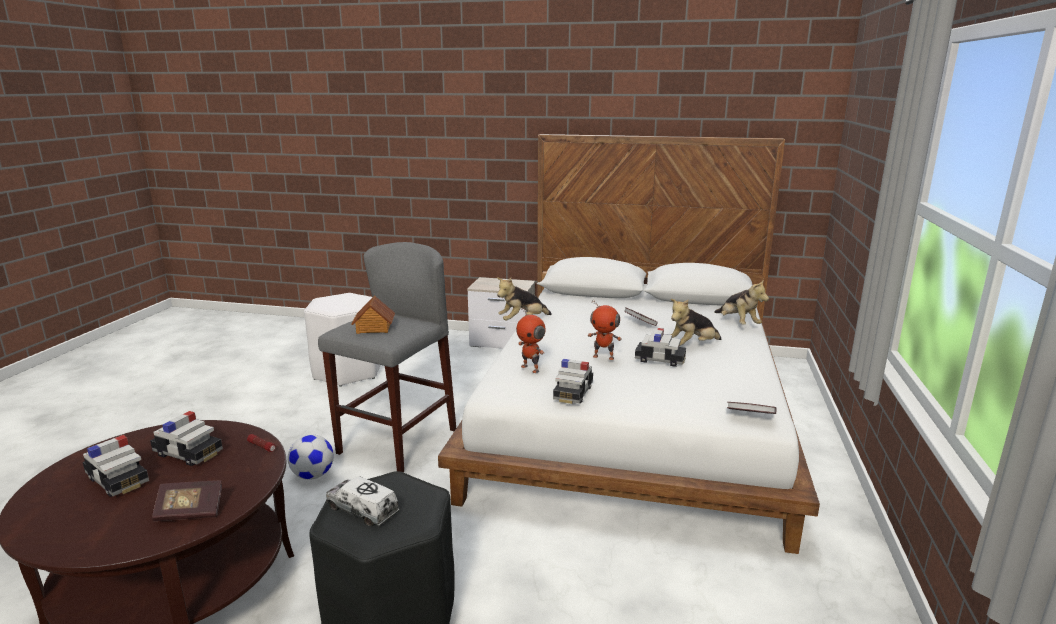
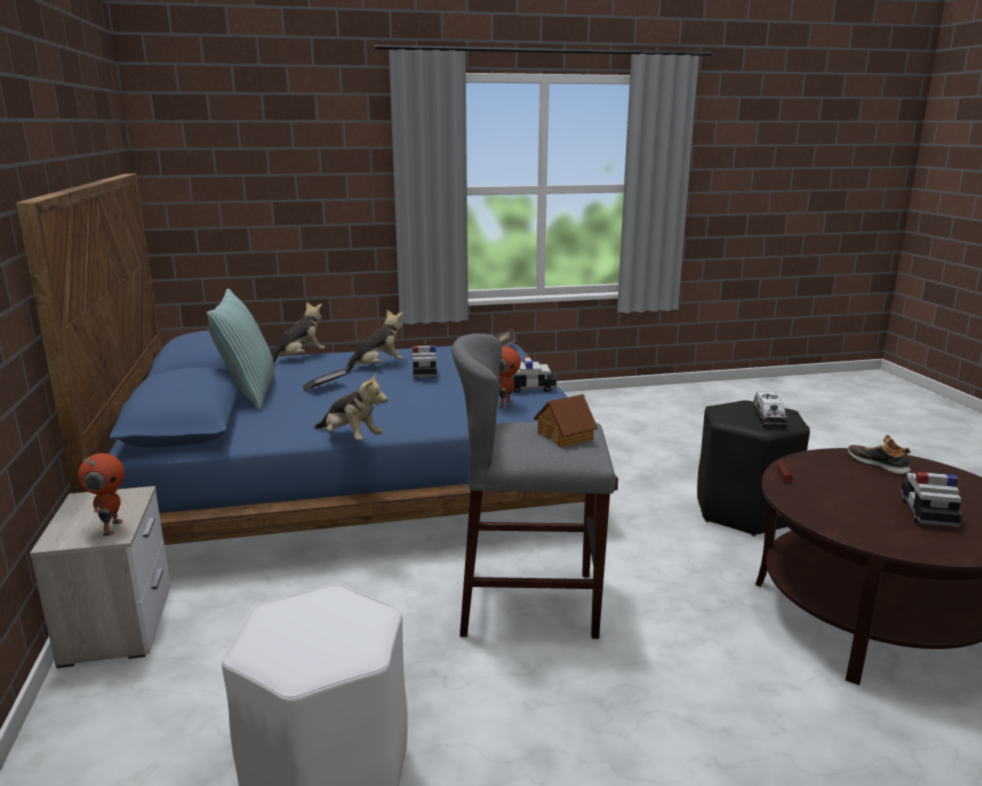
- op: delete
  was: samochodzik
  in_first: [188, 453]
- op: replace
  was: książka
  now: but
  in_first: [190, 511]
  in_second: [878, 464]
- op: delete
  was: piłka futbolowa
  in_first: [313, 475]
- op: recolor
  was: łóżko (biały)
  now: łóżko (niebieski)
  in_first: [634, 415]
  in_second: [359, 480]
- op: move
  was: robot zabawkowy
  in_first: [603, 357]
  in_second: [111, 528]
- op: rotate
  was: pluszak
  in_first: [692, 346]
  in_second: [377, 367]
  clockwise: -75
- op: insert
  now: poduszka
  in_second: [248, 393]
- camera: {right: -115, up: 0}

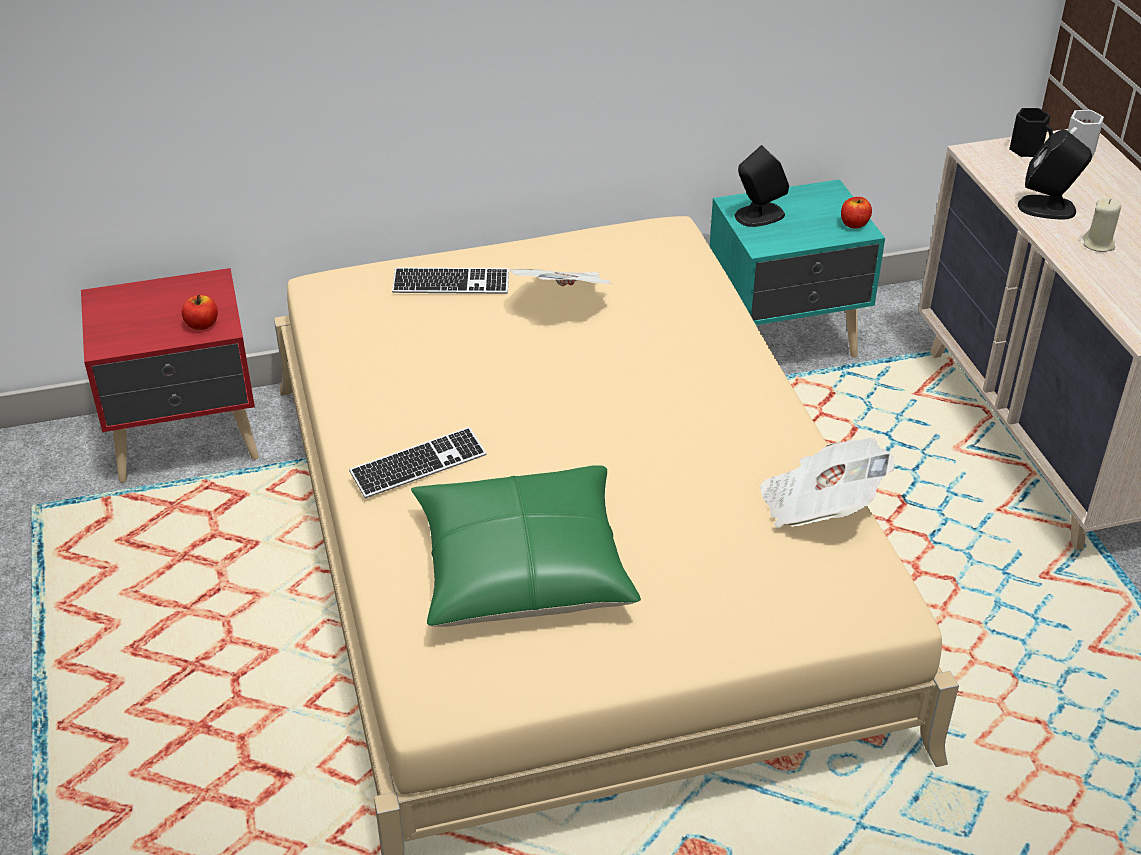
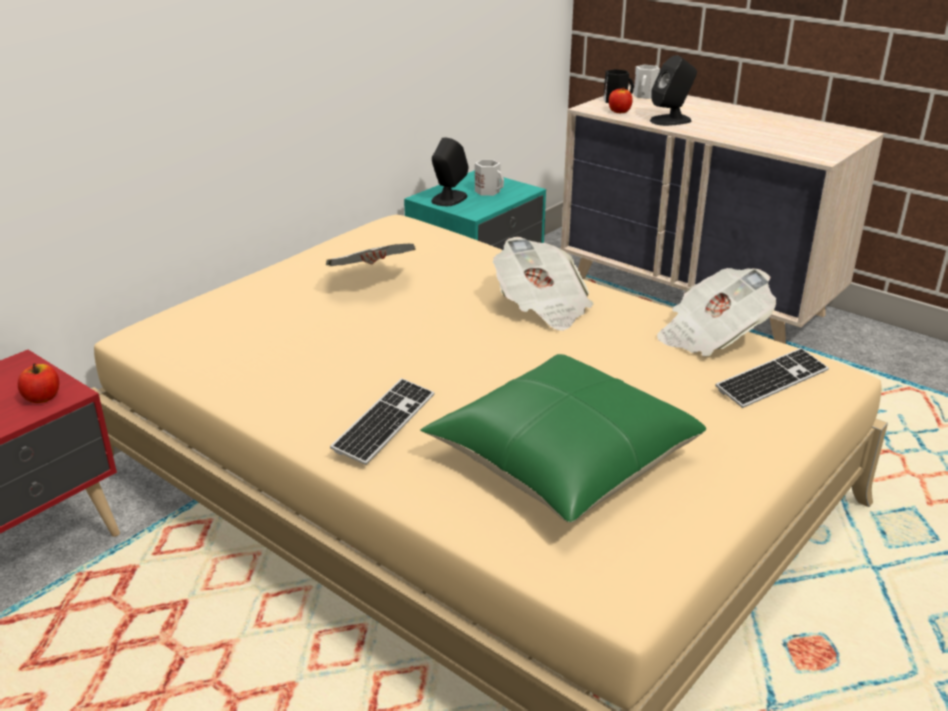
- op: move
  was: klawiatura
  in_first: [451, 284]
  in_second: [772, 380]
- op: move
  was: jabłko
  in_first: [854, 224]
  in_second: [619, 111]
- op: delete
  was: świeca (beżowy)
  in_first: [1099, 244]
- op: insert
  now: kubek (biały)
  in_second: [488, 191]
- op: insert
  now: gazeta
  in_second: [542, 307]
- camera: {right: -35, up: -10}

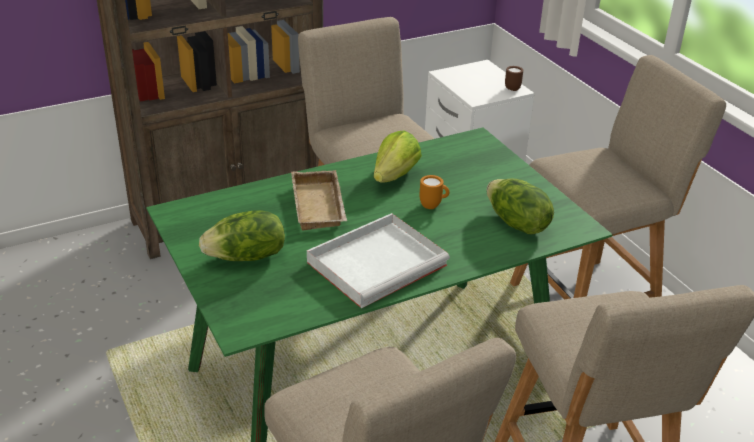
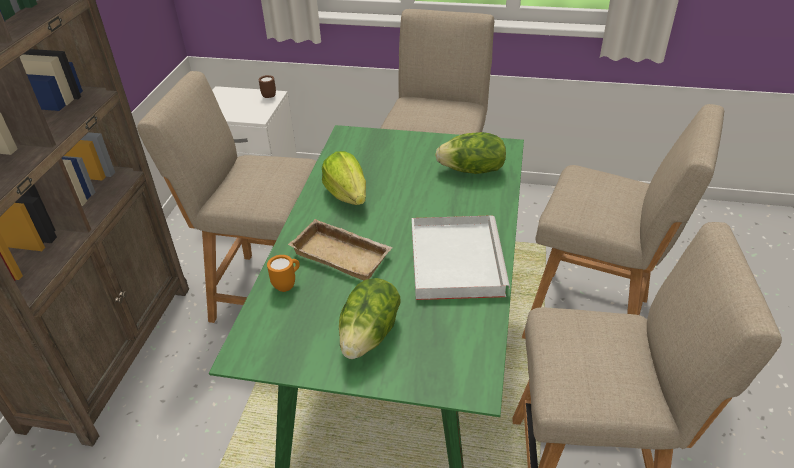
- op: move
  was: kubek (pomarańczowy)
  in_first: [433, 206]
  in_second: [287, 284]
- camera: {right: -50, up: 5}

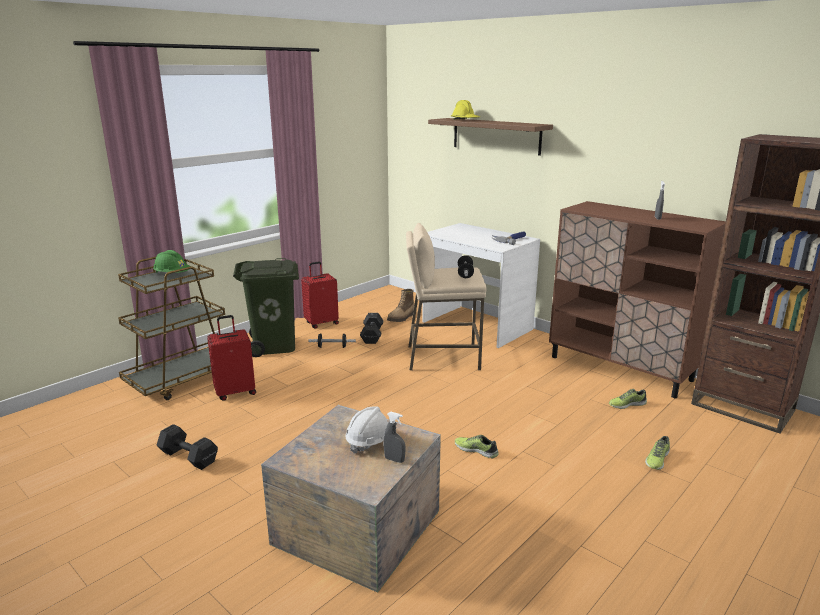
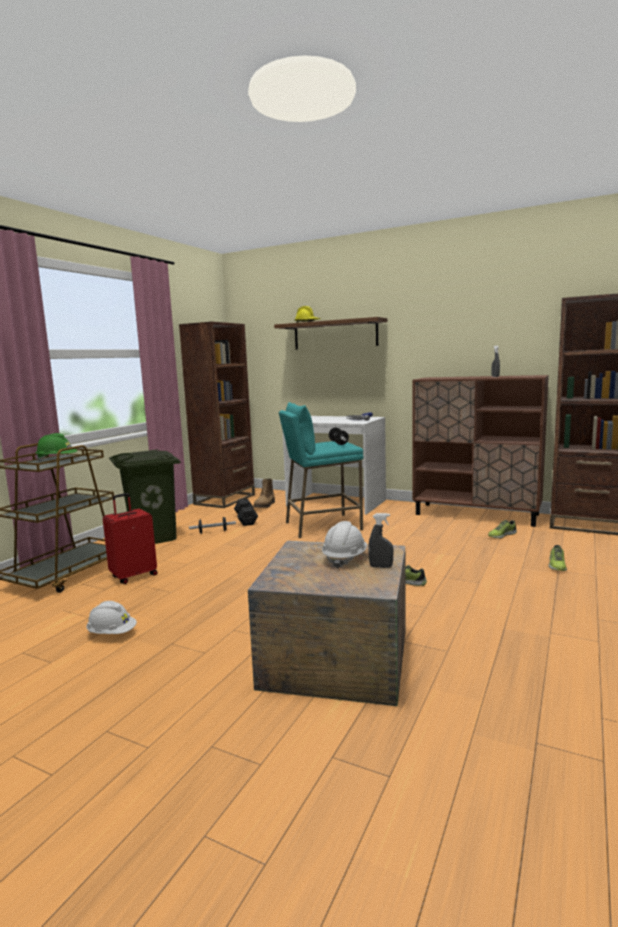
- op: replace
  was: hantel (czarny)
  now: kask (biały)
  in_first: [188, 456]
  in_second: [112, 634]
- op: delete
  was: walizka (czerwony)
  in_first: [321, 323]
- op: recolor
  was: stołek (beżowy)
  now: stołek (turkusowy)
  in_first: [442, 357]
  in_second: [322, 526]
- op: insert
  now: regał (brązowy)
  in_second: [225, 499]
- camera: {right: -15, up: -10}

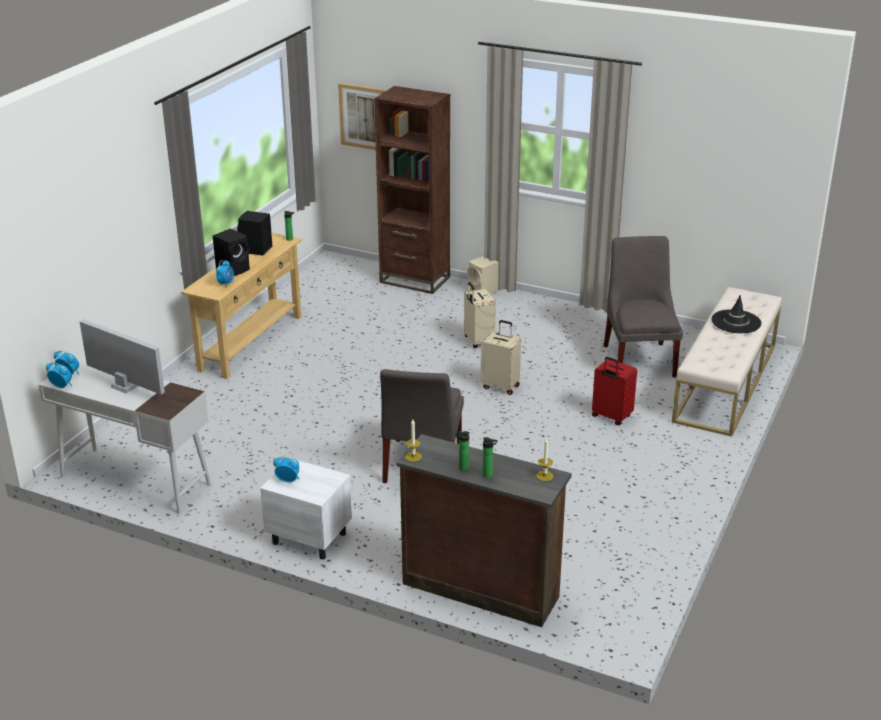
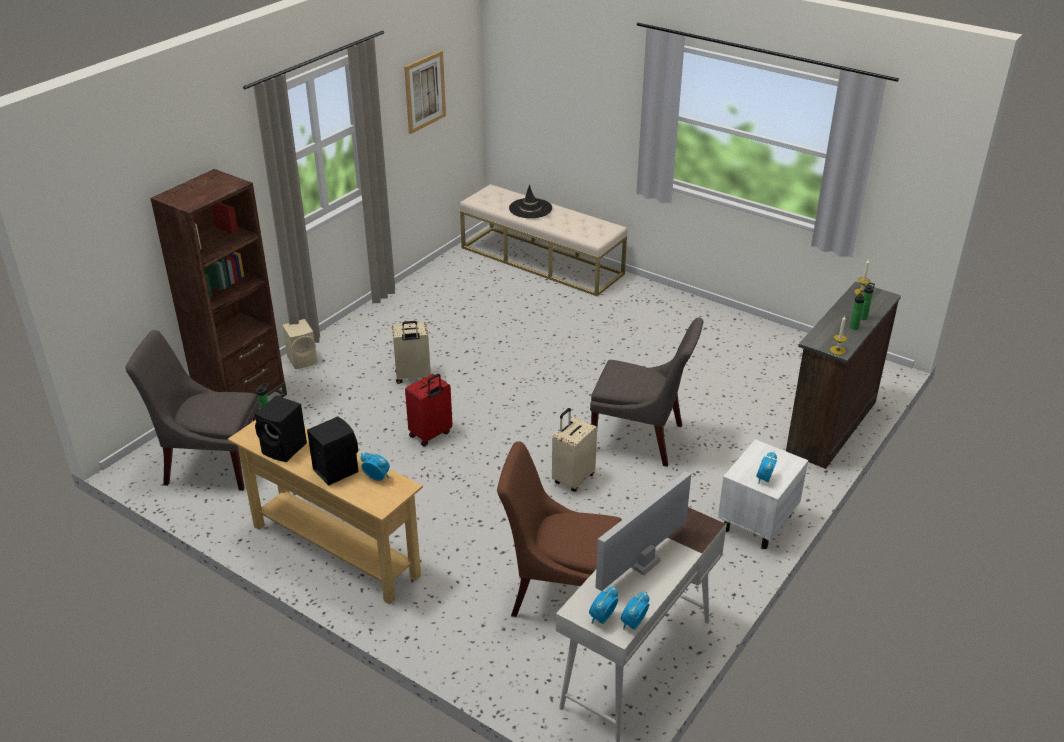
- op: move
  was: obraz
  in_first: [363, 117]
  in_second: [424, 91]
- op: move
  was: walizka (beżowy)
  in_first: [501, 386]
  in_second: [572, 479]
- op: move
  was: walizka (czerwony)
  in_first: [611, 417]
  in_second: [431, 435]
- op: move
  was: krzesło (szary)
  in_first: [639, 358]
  in_second: [210, 463]
- op: insert
  now: krzesło (brązowy)
  in_second: [559, 591]
- camera: {right: -80, up: 5}

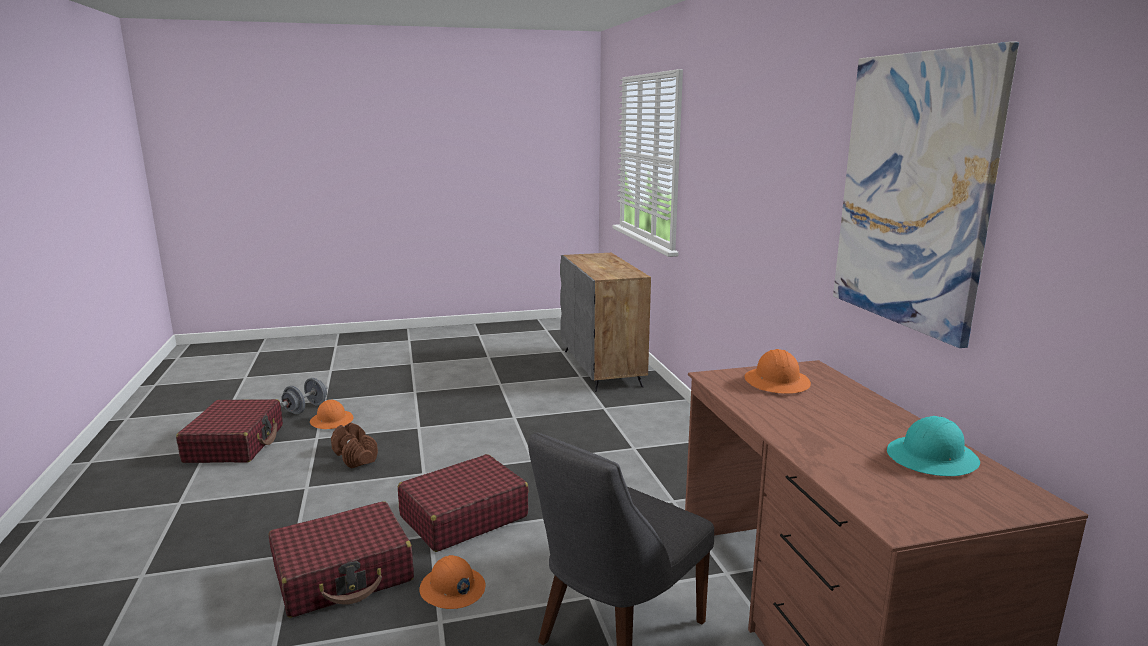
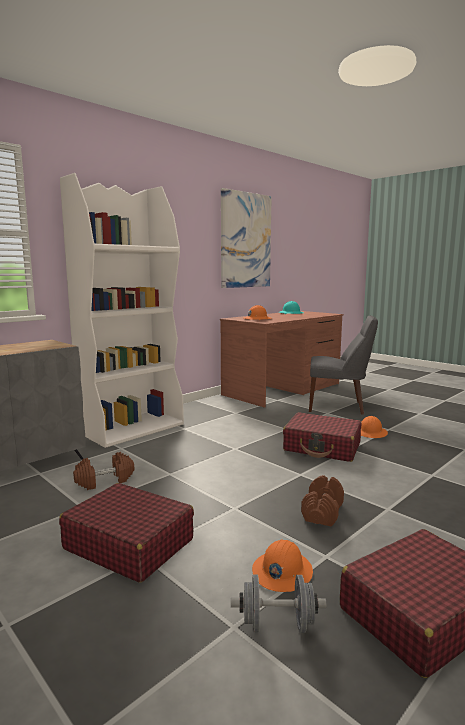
- op: move
  was: walizka (czerwony)
  in_first: [344, 574]
  in_second: [128, 544]
- op: insert
  now: regał (biały)
  in_second: [132, 428]
- op: insert
  now: hantel (brązowy)
  in_second: [105, 481]
- camera: {right: -120, up: -5}

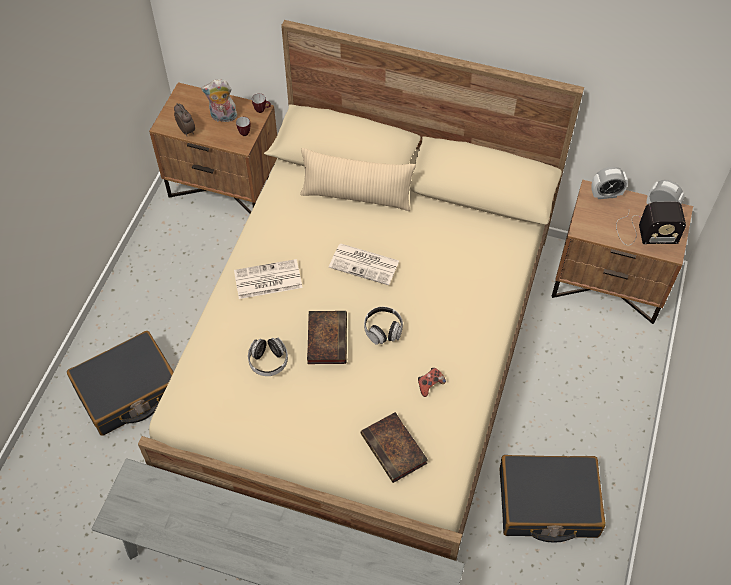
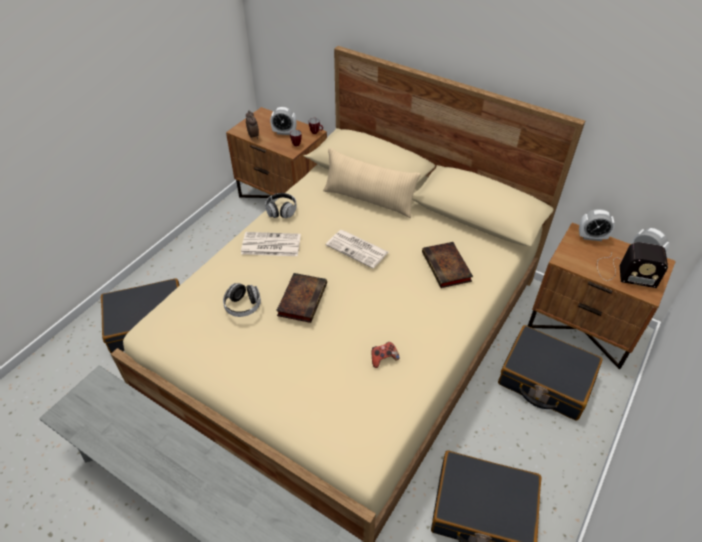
- op: replace
  was: pluszak
  now: budzik
  in_first: [223, 117]
  in_second: [284, 132]
- op: move
  was: książka
  in_first: [395, 450]
  in_second: [447, 268]
- op: move
  was: słuchawki
  in_first: [383, 330]
  in_second: [281, 211]
- op: insert
  now: walizka (czarny)
  in_second: [545, 380]
- camera: {right: 15, up: -10}

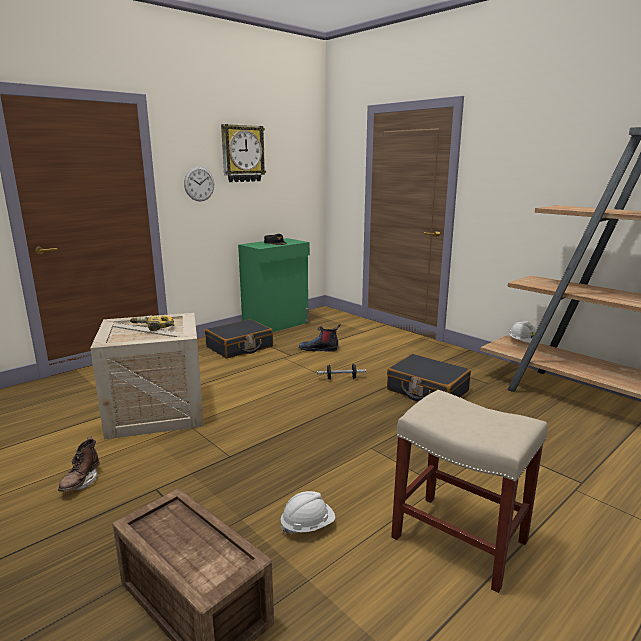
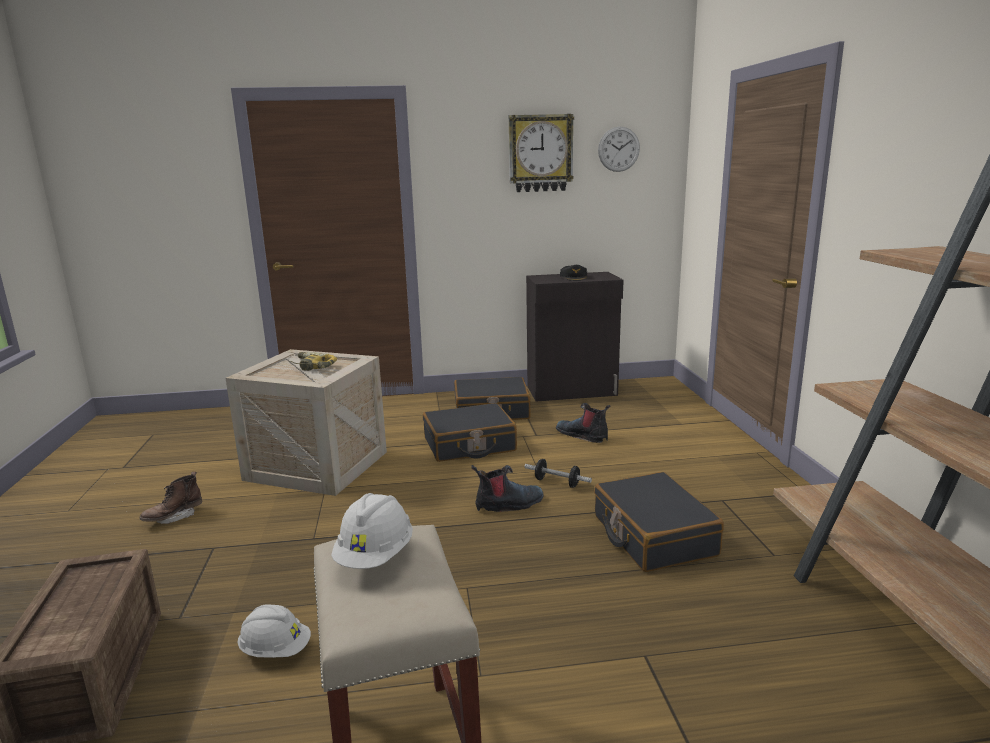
- op: move
  was: zegar ścienny
  in_first: [199, 184]
  in_second: [618, 149]
- op: recolor
  was: szafka (zielony)
  now: szafka (czarny)
  in_first: [277, 325]
  in_second: [572, 391]
- op: move
  was: kask (biały)
  in_first: [523, 343]
  in_second: [375, 556]
- op: insert
  now: walizka (czarny)
  in_second: [469, 445]
- op: insert
  now: but z cholewką
  in_second: [509, 505]
- camera: {right: 35, up: 0}

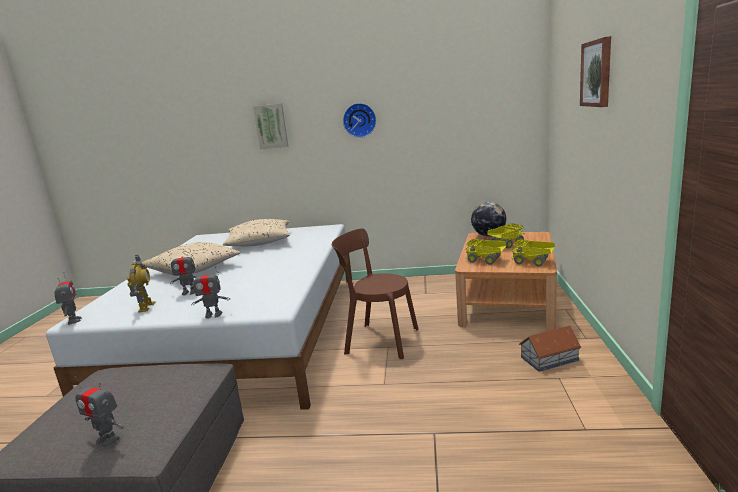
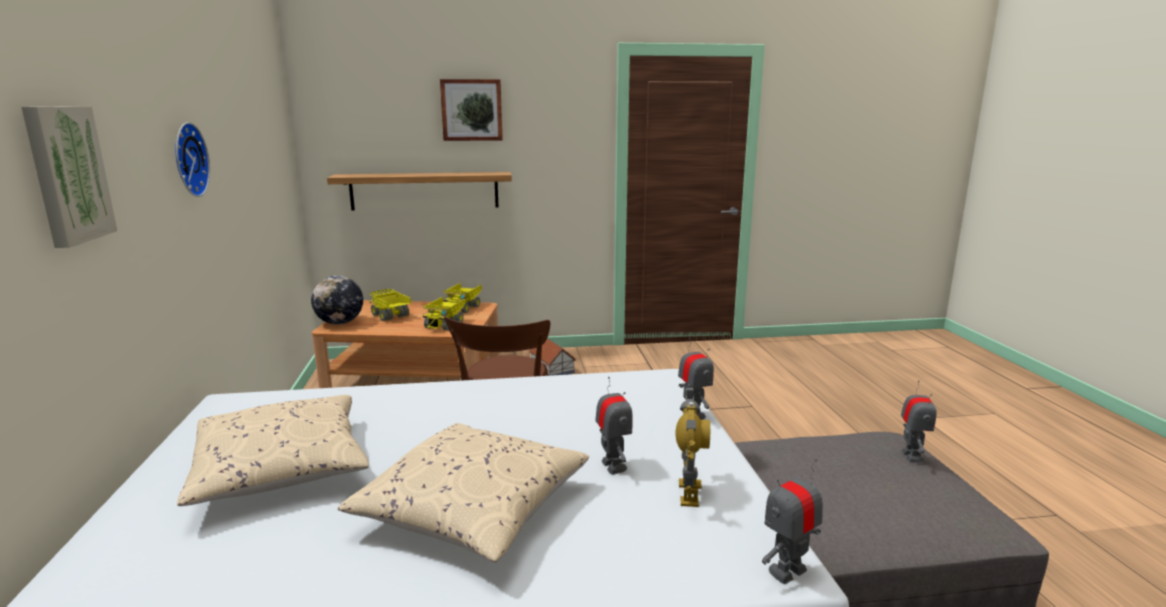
- op: rotate
  was: robot zabawkowy
  in_first: [146, 307]
  in_second: [689, 493]
  clockwise: 120
- op: insert
  now: półka
  in_second: [424, 191]
- camera: {right: -105, up: 0}

